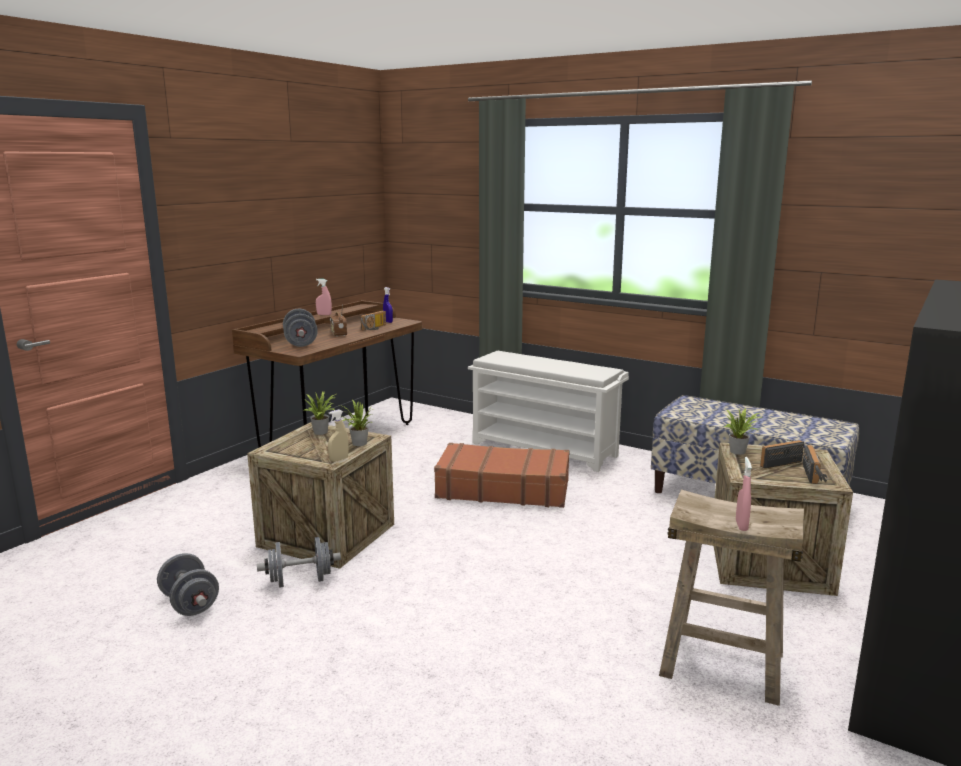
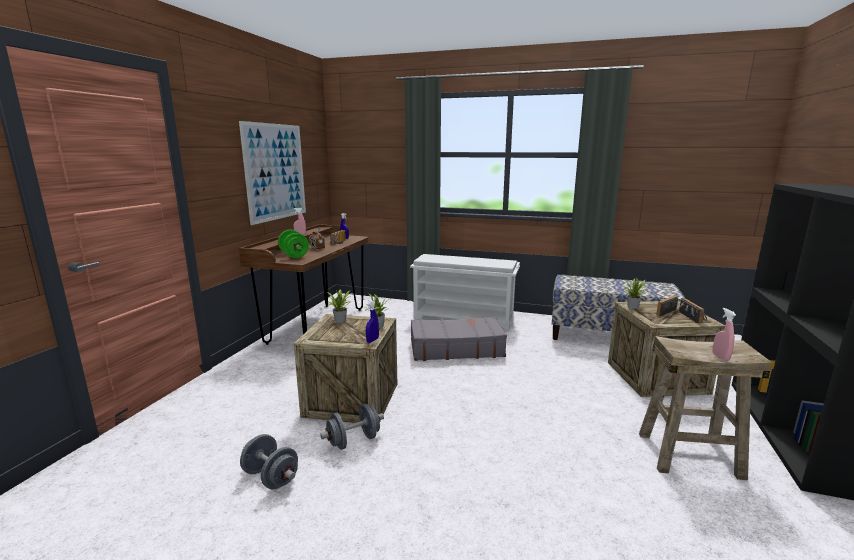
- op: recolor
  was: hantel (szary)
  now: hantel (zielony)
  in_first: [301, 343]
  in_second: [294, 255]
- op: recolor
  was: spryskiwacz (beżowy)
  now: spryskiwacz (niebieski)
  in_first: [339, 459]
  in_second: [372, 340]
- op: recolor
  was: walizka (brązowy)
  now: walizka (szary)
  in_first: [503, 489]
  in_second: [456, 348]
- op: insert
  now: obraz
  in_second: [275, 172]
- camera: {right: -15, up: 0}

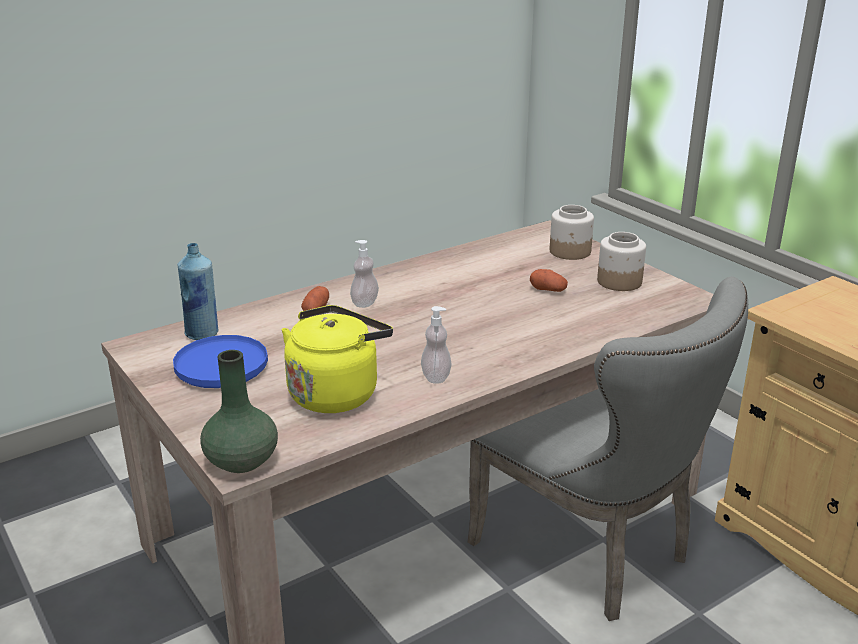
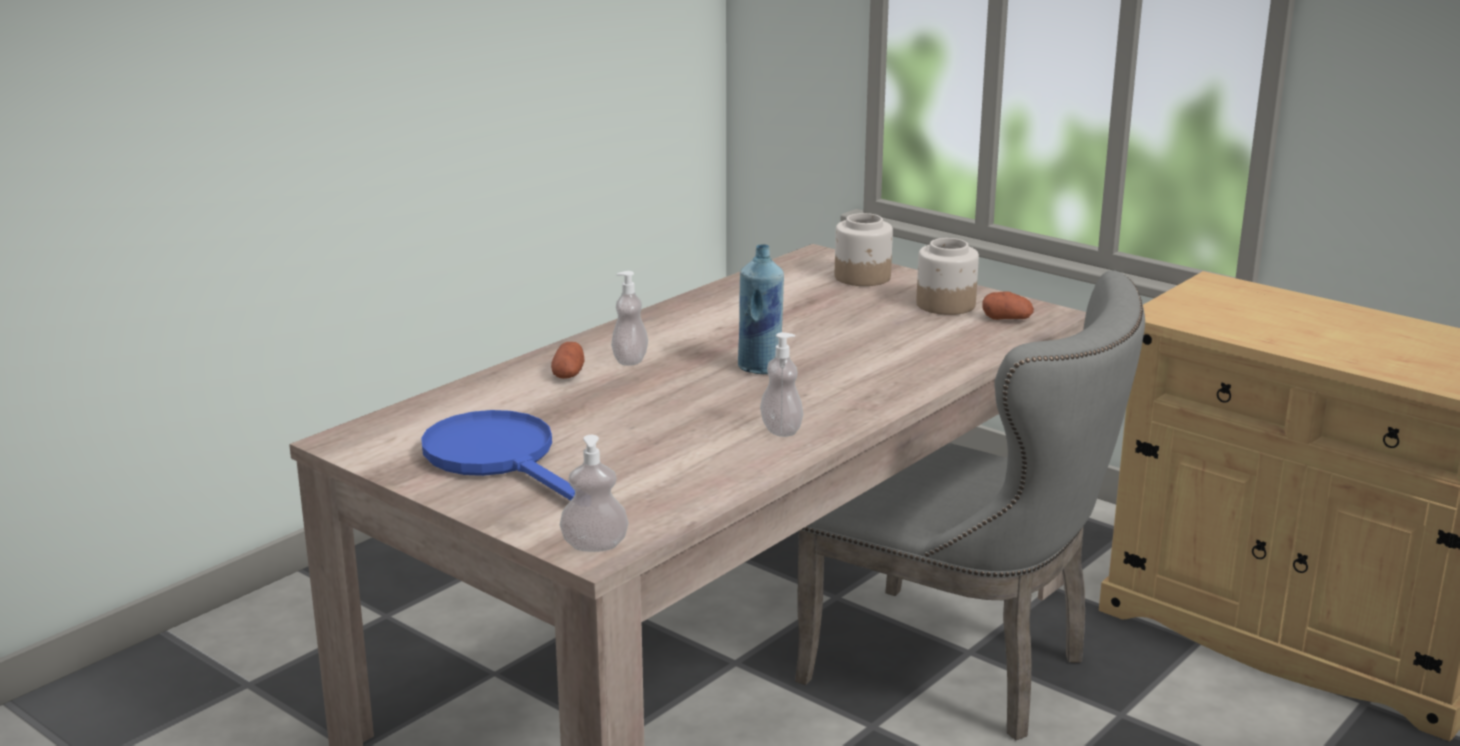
- op: move
  was: butelka (niebieski)
  in_first: [202, 334]
  in_second: [760, 368]
- op: replace
  was: wazon (zielony)
  now: dozownik mydła
  in_first: [242, 460]
  in_second: [594, 546]
- op: delete
  was: czajnik (żółty)
  in_first: [336, 393]
- op: move
  was: ziemniak
  in_first: [548, 290]
  in_second: [1007, 319]
- camera: {right: -15, up: -5}

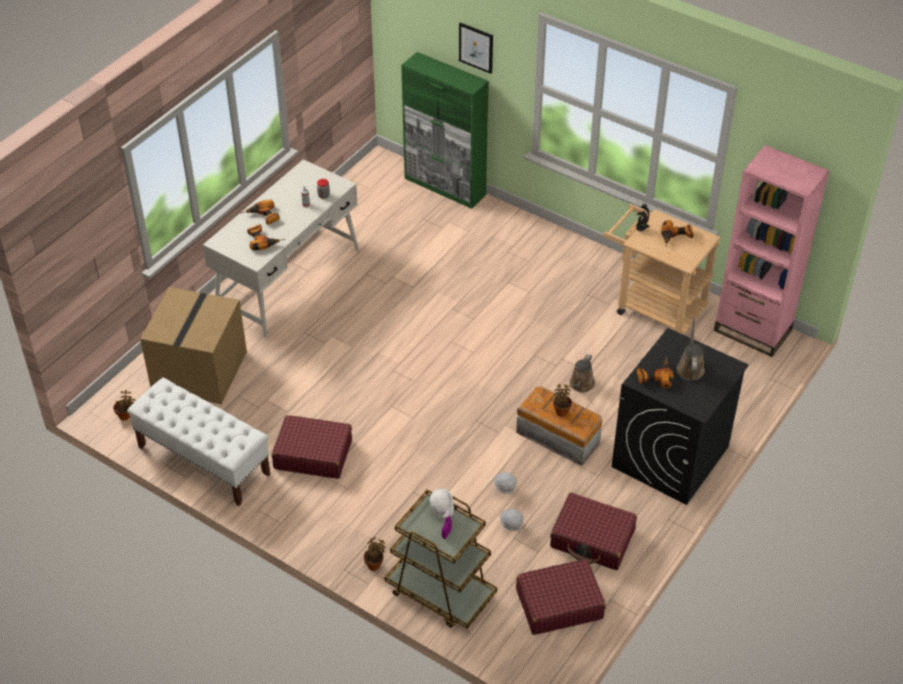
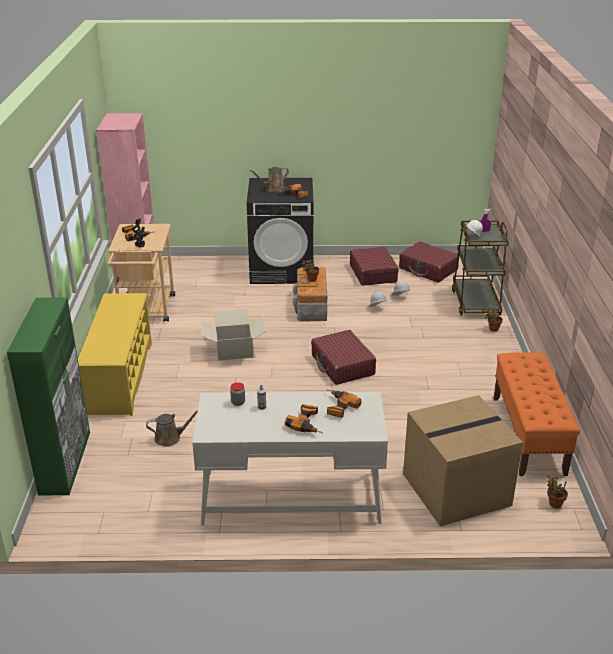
- op: recolor
  was: ławka (biały)
  now: ławka (pomarańczowy)
  in_first: [203, 460]
  in_second: [528, 435]
- op: move
  was: walizka (czerwony)
  in_first: [312, 454]
  in_second: [342, 365]
- op: delete
  was: obraz
  in_first: [476, 47]
- op: move
  was: konewka (brązowy)
  in_first: [581, 385]
  in_second: [170, 438]
- op: insert
  now: regał na buty (żółty)
  in_second: [120, 377]
- op: insert
  now: karton
  in_second: [234, 350]
- camera: {right: -125, up: -15}

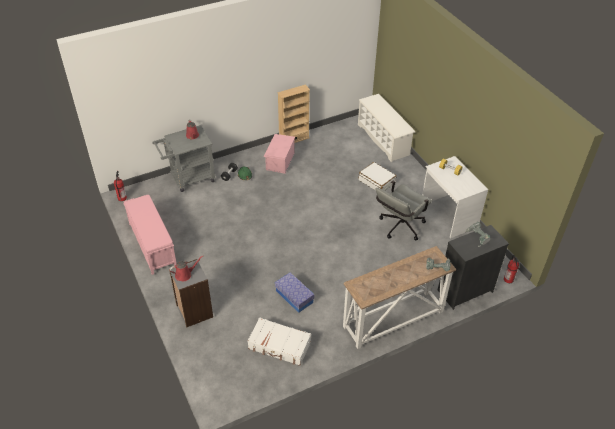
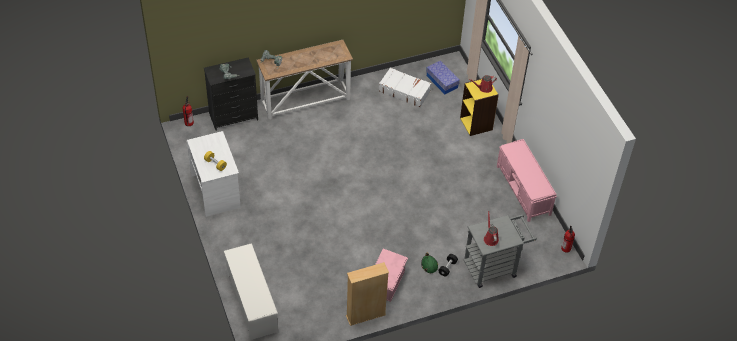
- op: recolor
  was: regał (szary)
  now: regał (żółty)
  in_first: [194, 311]
  in_second: [476, 124]
- op: move
  was: pojemnik do przechowywania
  in_first: [294, 297]
  in_second: [442, 81]
- op: delete
  was: walizka (biały)
  in_first: [377, 181]
- op: delete
  was: krzesło biurowe (szary)
  in_first: [399, 228]
- camera: {right: -175, up: 5}

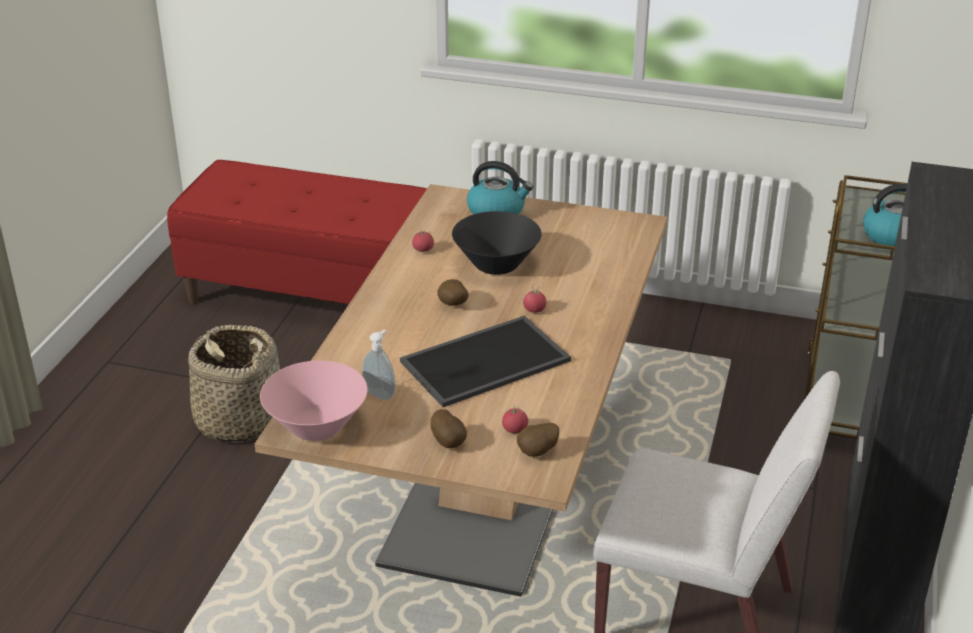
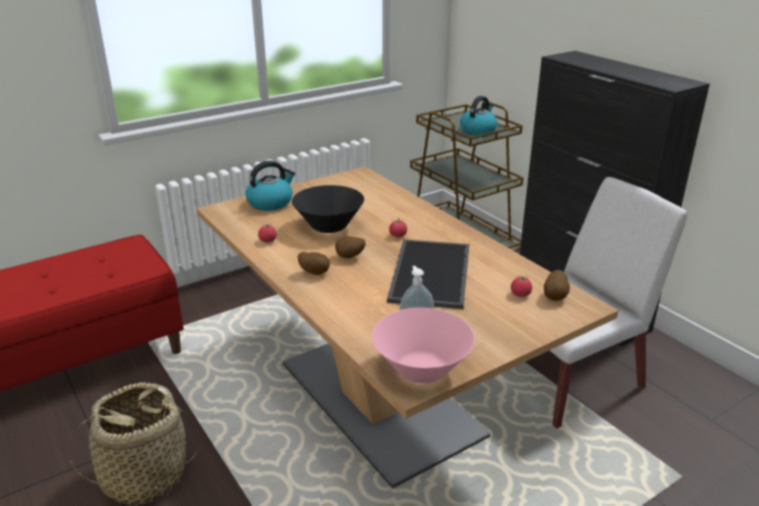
- op: move
  was: ziemniak
  in_first: [449, 442]
  in_second: [315, 272]
- camera: {right: -50, up: -5}

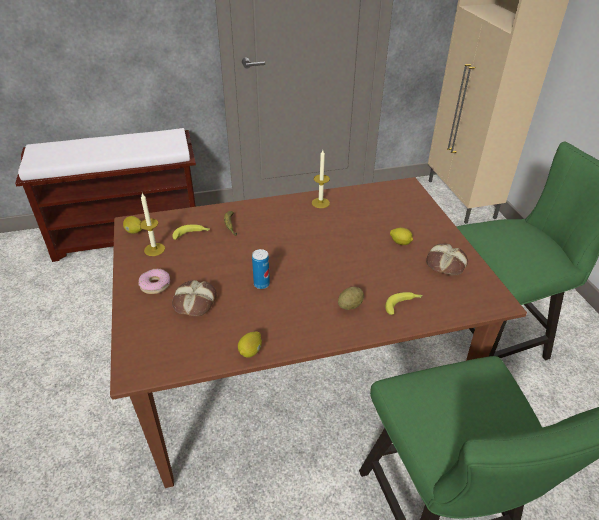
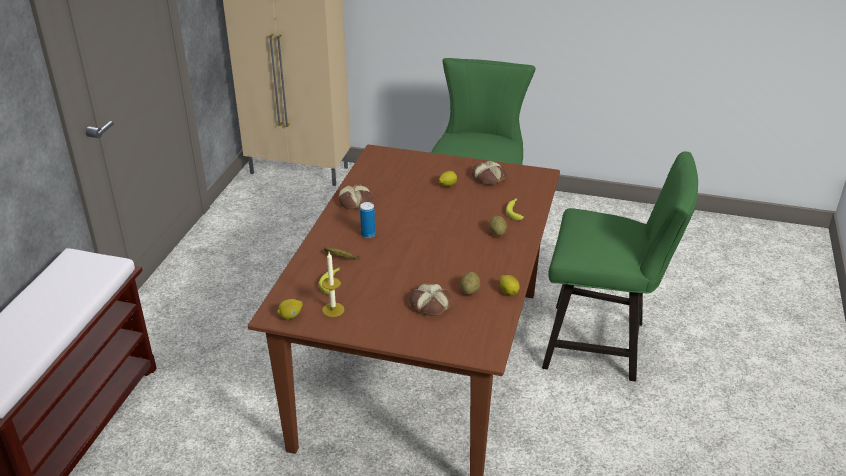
- op: delete
  was: donut
  in_first: [155, 285]
- op: move
  was: puszka
  in_first: [261, 284]
  in_second: [368, 234]
- op: replace
  was: świeca
  now: chleb
  in_first: [320, 203]
  in_second: [355, 201]
- op: insert
  now: ziemniak
  in_second: [469, 291]
- camera: {right: -60, up: -5}

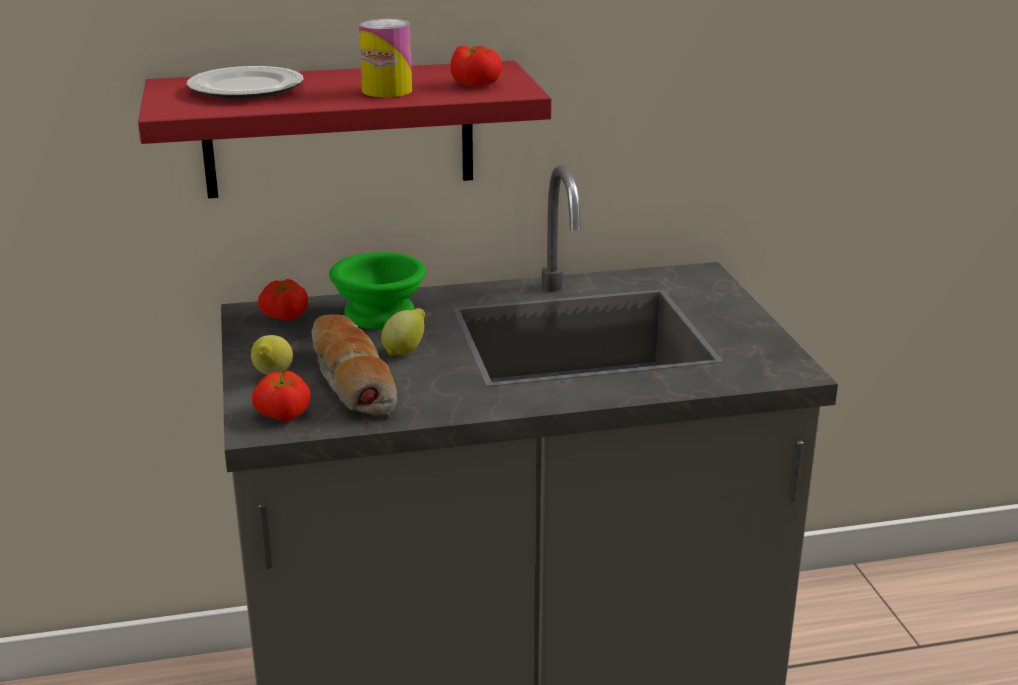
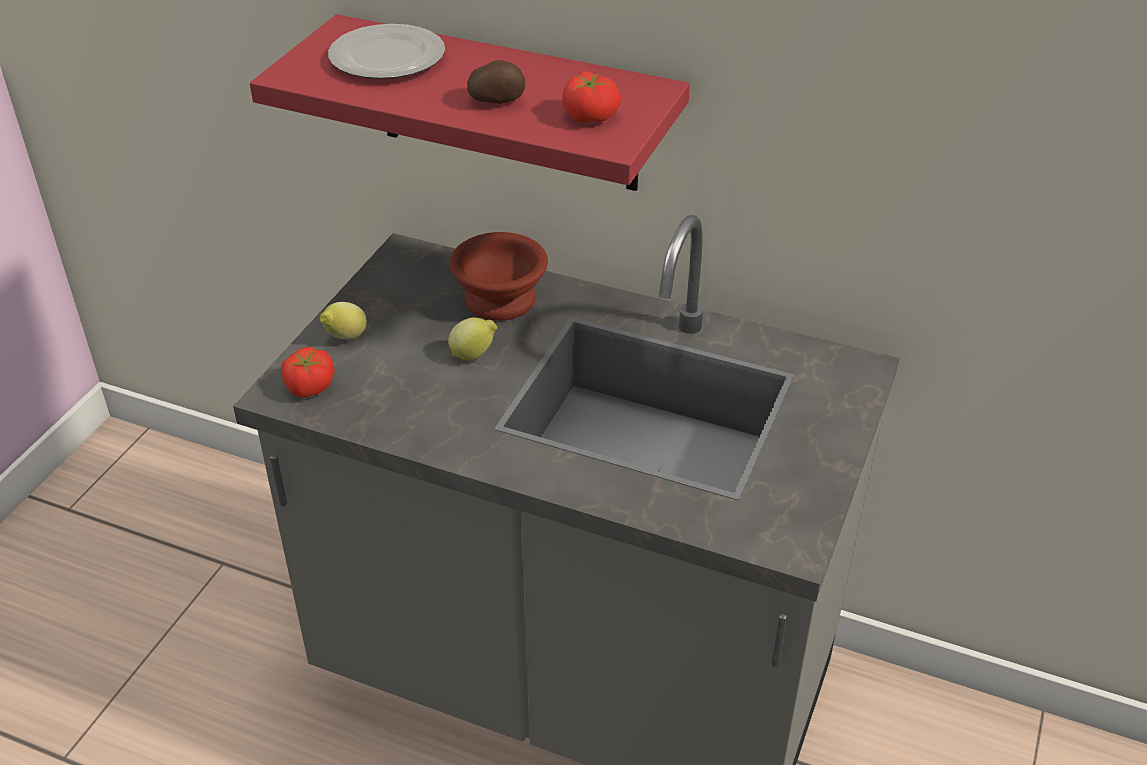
- op: delete
  was: pomidor
  in_first: [284, 316]
- op: delete
  was: chleb
  in_first: [349, 381]
- op: recolor
  was: miska (zielony)
  now: miska (brązowy)
  in_first: [377, 315]
  in_second: [497, 300]
- op: replace
  was: puszka
  now: ziemniak
  in_first: [387, 90]
  in_second: [497, 101]
- camera: {right: 35, up: 15}

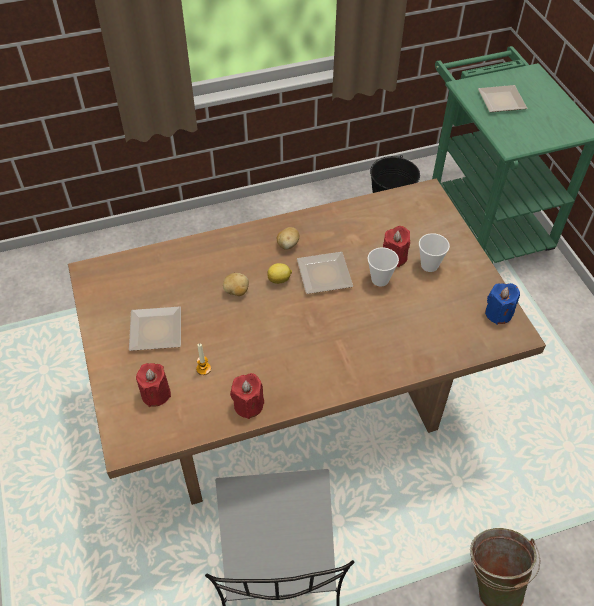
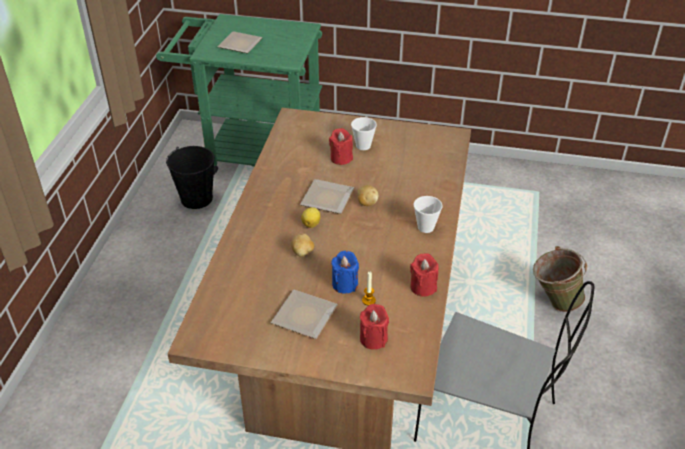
- op: move
  was: ziemniak
  in_first: [288, 245]
  in_second: [367, 203]
- op: move
  was: filiżanka
  in_first: [380, 279]
  in_second: [425, 227]
- op: move
  was: świeca (niebieski)
  in_first: [498, 313]
  in_second: [345, 284]
- camera: {right: -60, up: -10}

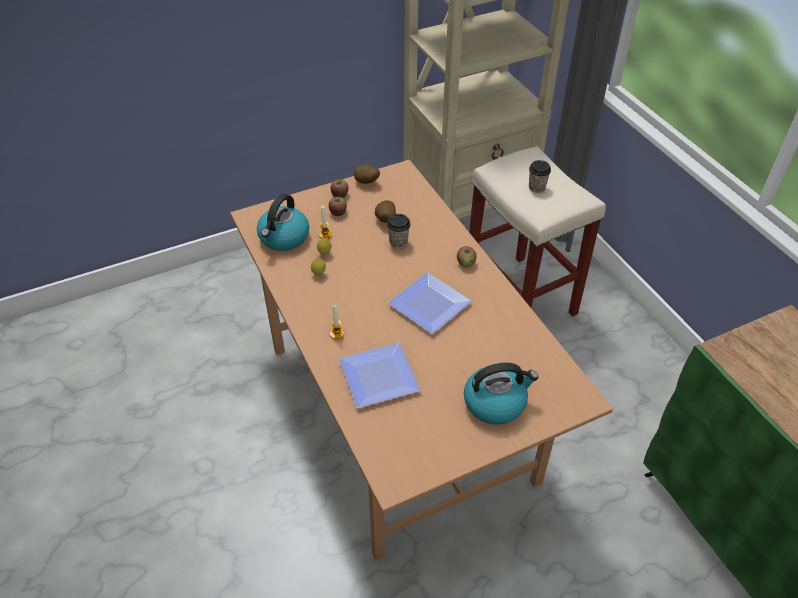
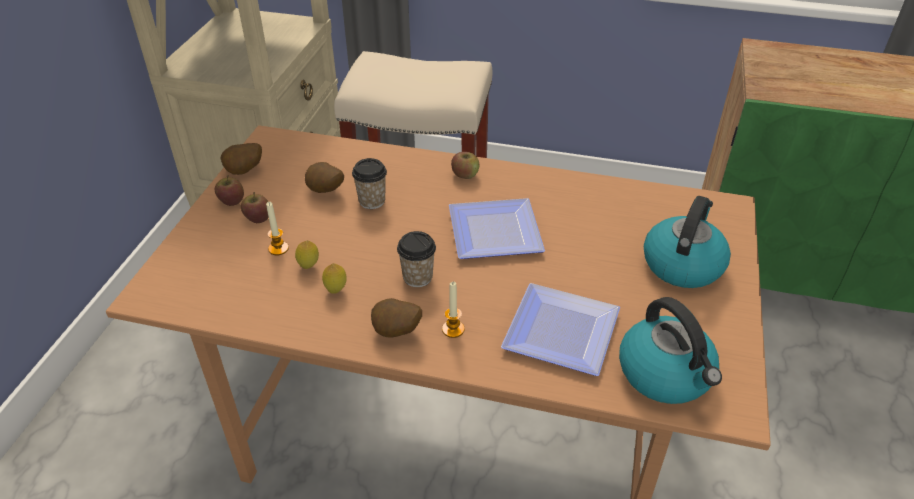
- op: move
  was: czajnik
  in_first: [284, 238]
  in_second: [666, 374]
- op: move
  was: filiżanka
  in_first: [536, 187]
  in_second: [417, 277]
- op: insert
  now: ziemniak
  in_second: [396, 333]
- camera: {right: -50, up: -5}

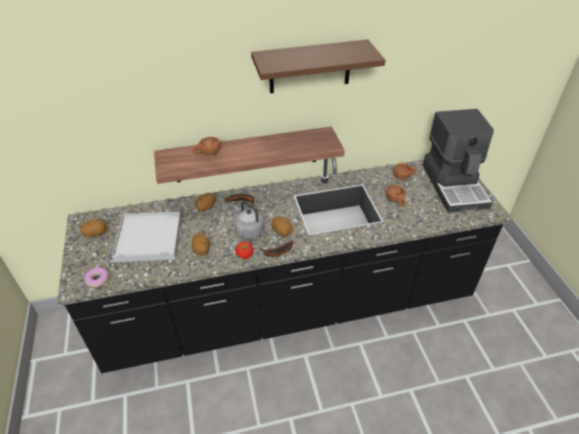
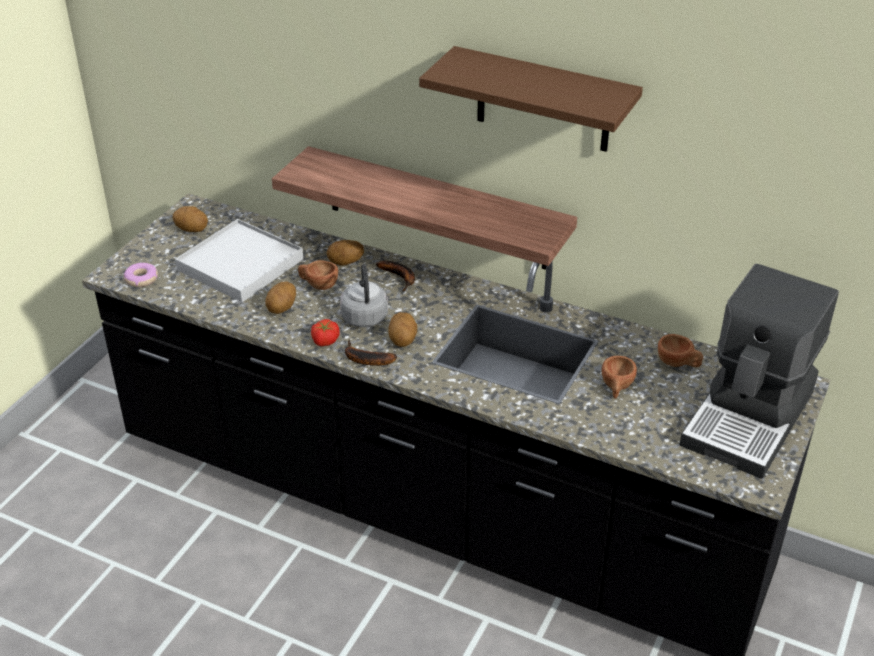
- op: move
  was: filiżanka (brązowy)
  in_first: [207, 153]
  in_second: [318, 285]
- camera: {right: 40, up: -5}

